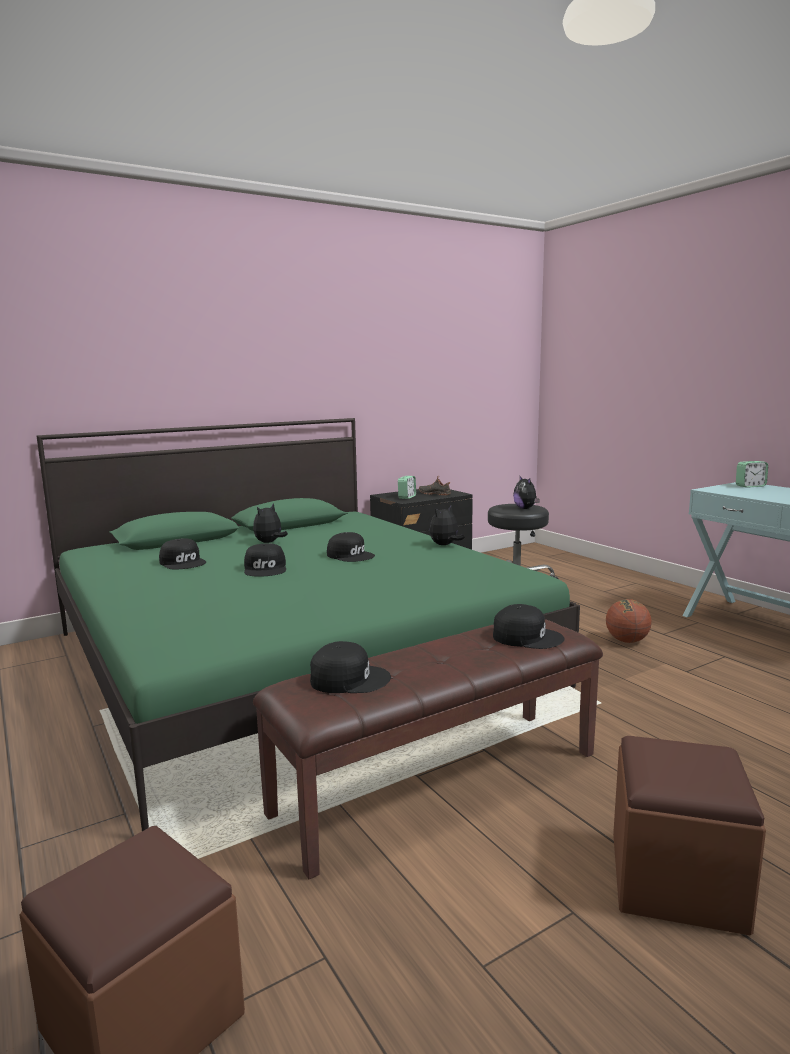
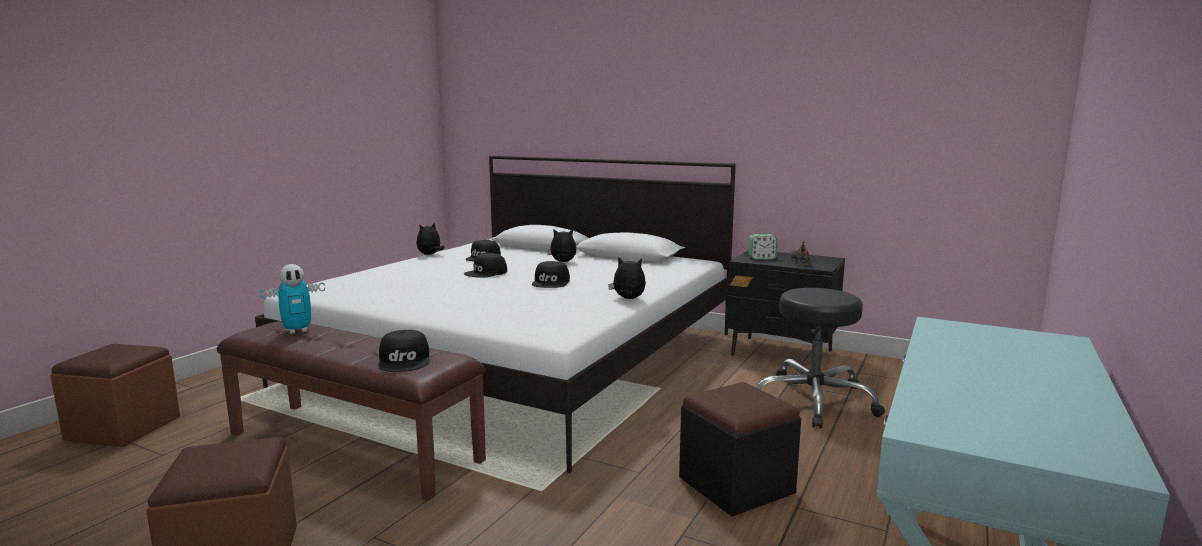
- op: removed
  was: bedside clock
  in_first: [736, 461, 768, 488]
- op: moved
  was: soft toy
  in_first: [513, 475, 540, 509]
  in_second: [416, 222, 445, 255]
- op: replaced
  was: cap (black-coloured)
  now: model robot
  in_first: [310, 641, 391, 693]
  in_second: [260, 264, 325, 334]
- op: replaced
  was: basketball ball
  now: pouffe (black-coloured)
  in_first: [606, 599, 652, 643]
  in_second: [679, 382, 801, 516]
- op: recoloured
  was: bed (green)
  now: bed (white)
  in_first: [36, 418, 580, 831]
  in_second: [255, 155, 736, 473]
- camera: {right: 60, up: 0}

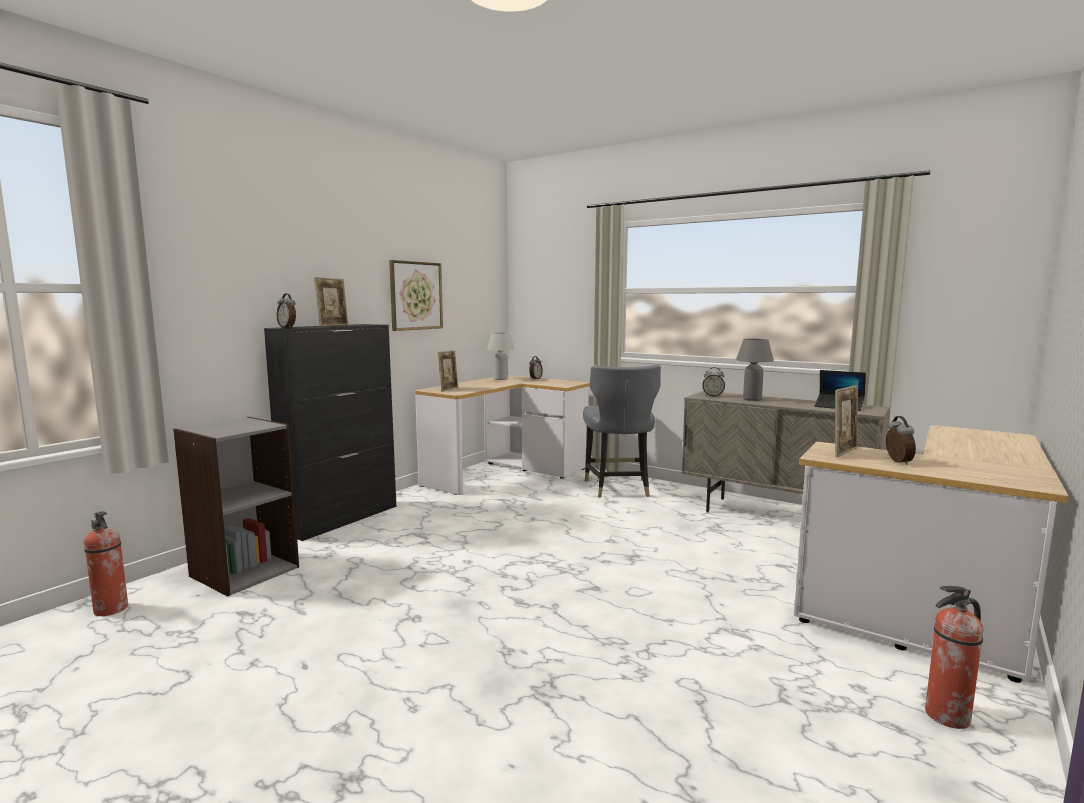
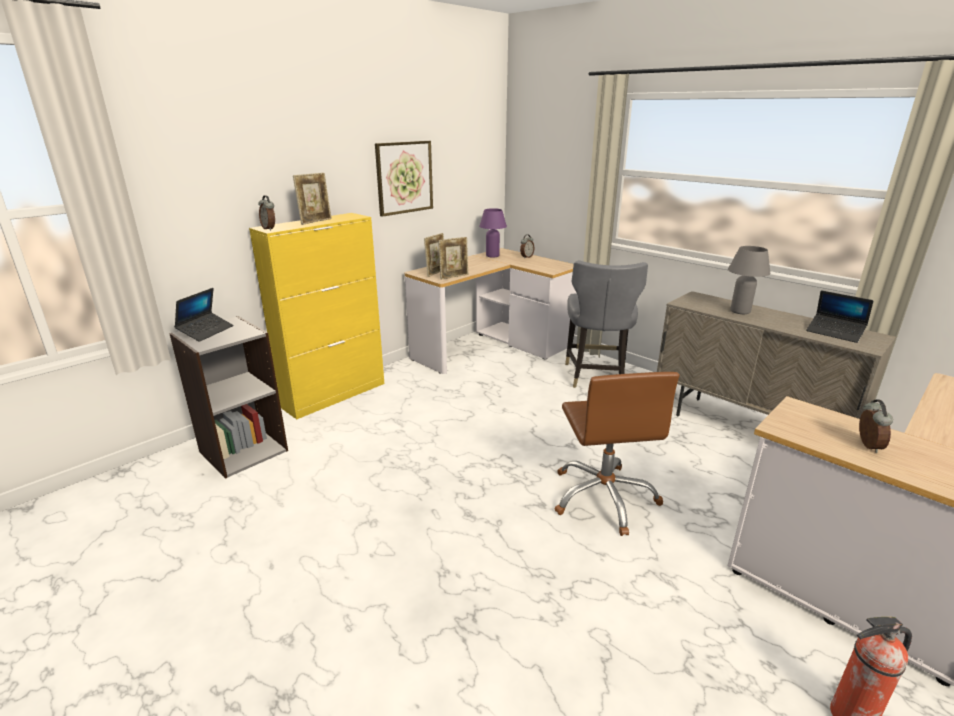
- op: removed
  was: extinguisher
  in_first: [84, 511, 128, 616]
- op: removed
  was: bedside clock
  in_first: [702, 367, 725, 397]
- op: added
  now: laptop
  in_second: [174, 288, 234, 342]
- op: added
  now: computer chair (brown)
  in_second: [555, 372, 679, 536]
- op: moved
  was: standing frame
  in_first: [835, 386, 858, 457]
  in_second: [438, 237, 468, 280]
- op: recoloured
  was: cupboard (black-coloured)
  now: cupboard (yellow-coloured)
  in_first: [264, 324, 396, 541]
  in_second: [249, 213, 384, 419]
- op: recoloured
  was: lamp for a table (white)
  now: lamp for a table (purple-coloured)
  in_first: [487, 333, 514, 380]
  in_second: [479, 208, 507, 258]
- camera: {right: 10, up: 15}

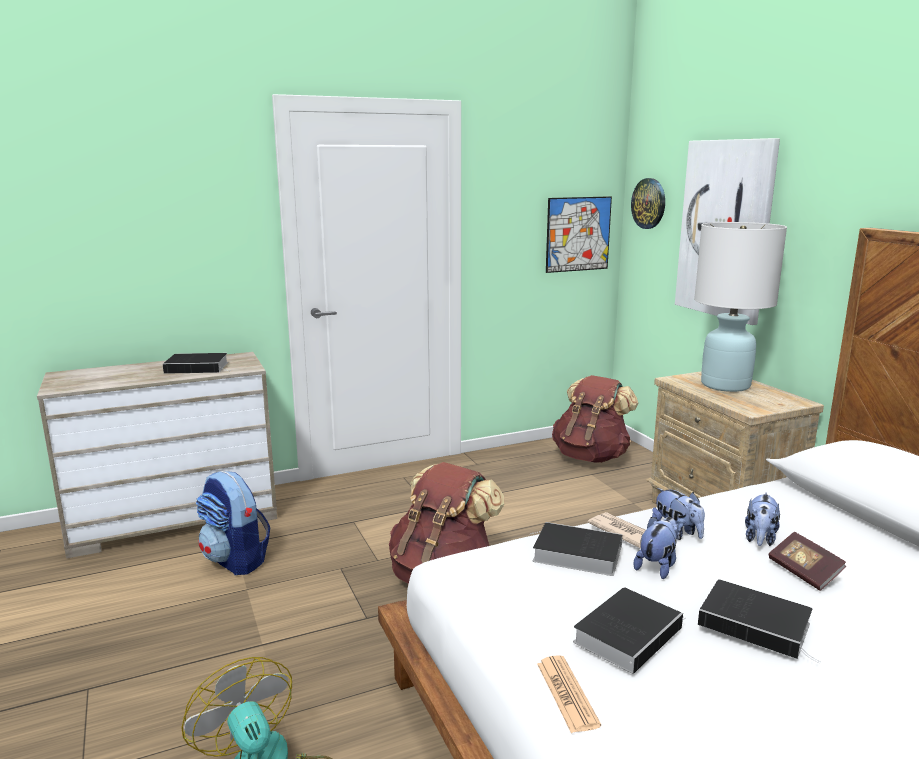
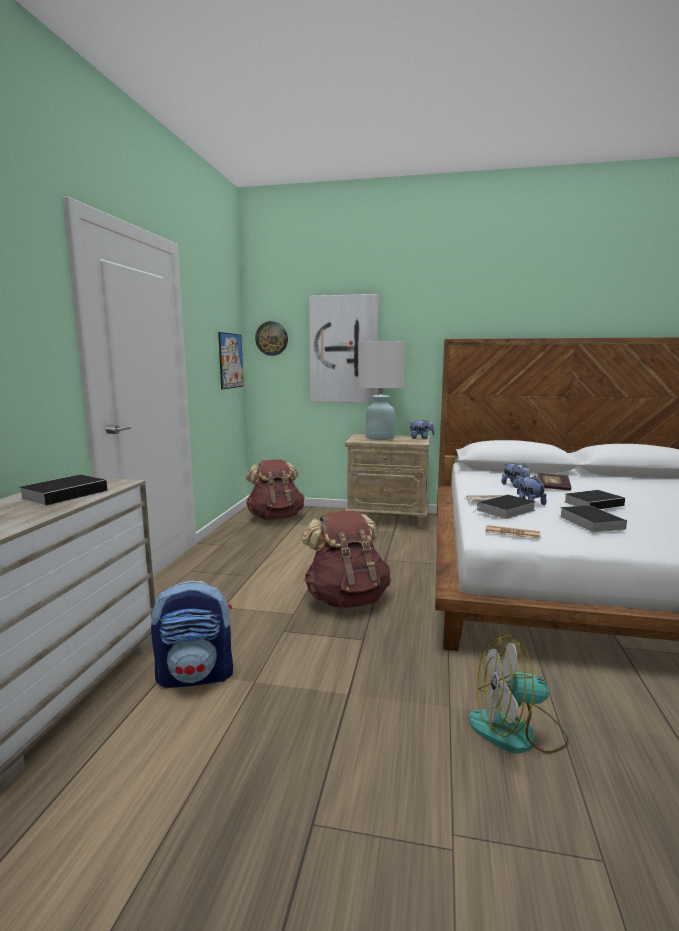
- op: moved
  was: daily paper
  in_first: [537, 655, 601, 733]
  in_second: [485, 525, 540, 539]
- op: moved
  was: soft toy
  in_first: [652, 488, 705, 540]
  in_second: [410, 420, 435, 439]
- camera: {right: -55, up: -5}

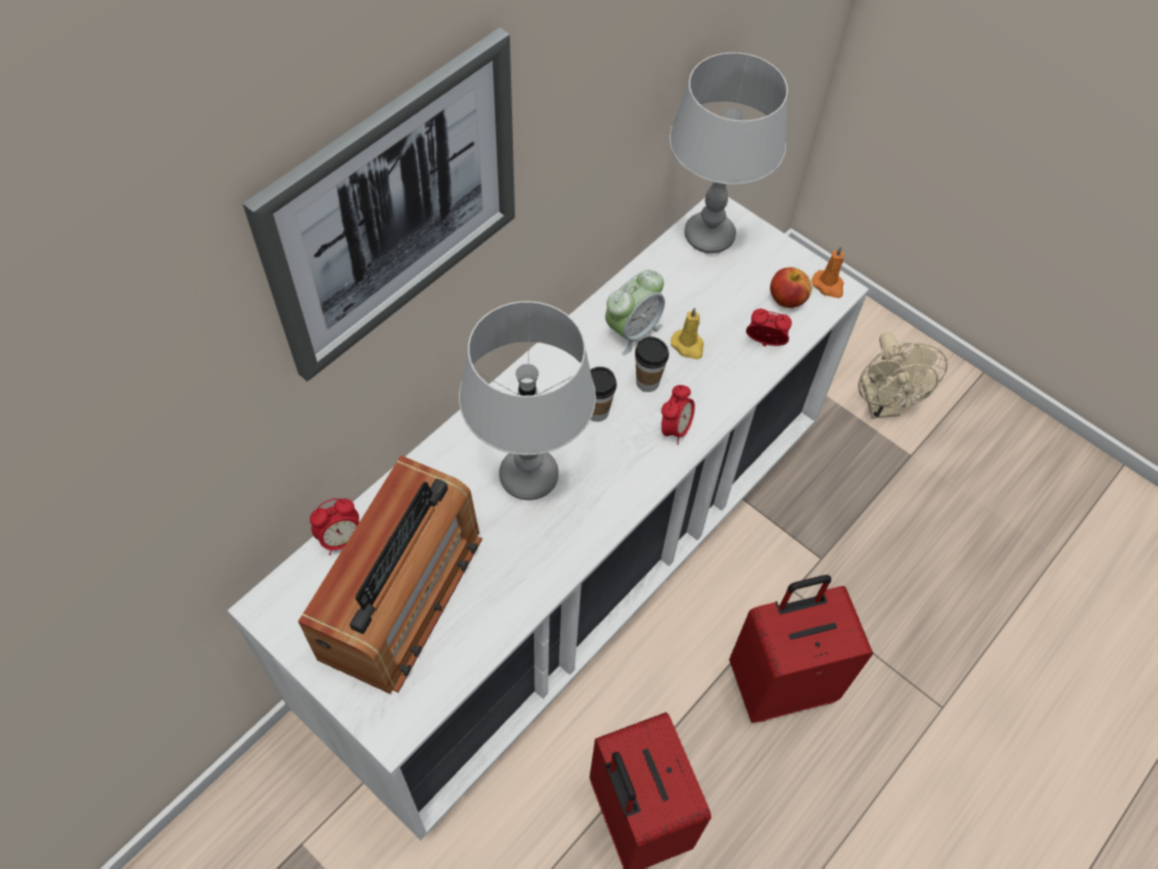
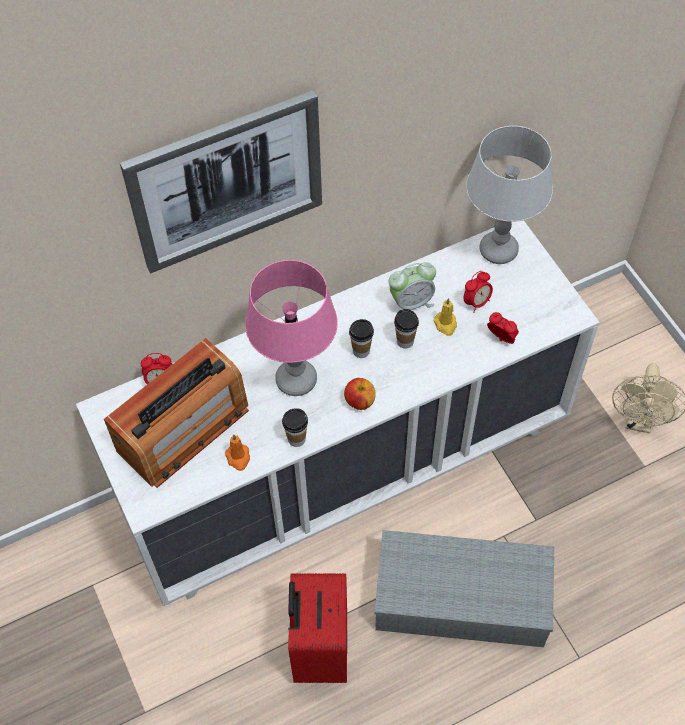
- op: added
  now: drinking cup
  in_second: [282, 408, 308, 447]
- op: moved
  was: bedside clock
  in_first: [661, 385, 695, 445]
  in_second: [464, 271, 493, 313]
- op: moved
  was: apple fruit
  in_first: [770, 267, 812, 308]
  in_second: [344, 378, 376, 410]
- op: moved
  was: wax light (orange-coloured)
  in_first: [812, 246, 844, 298]
  in_second: [225, 435, 250, 471]
- op: replaced
  was: piece of luggage (red-coloured)
  now: storage container (gray)
  in_first: [729, 575, 873, 723]
  in_second: [375, 530, 554, 647]
- op: recoloured
  was: lamp for a table (gray)
  now: lamp for a table (pinkish)
  in_first: [459, 301, 596, 500]
  in_second: [245, 260, 338, 396]
- camera: {right: 25, up: 0}

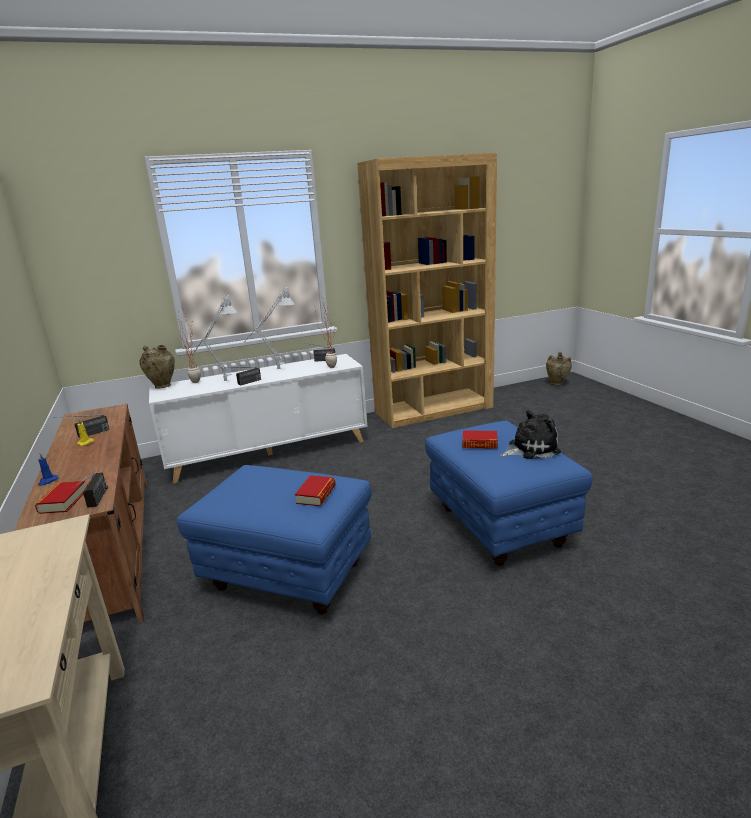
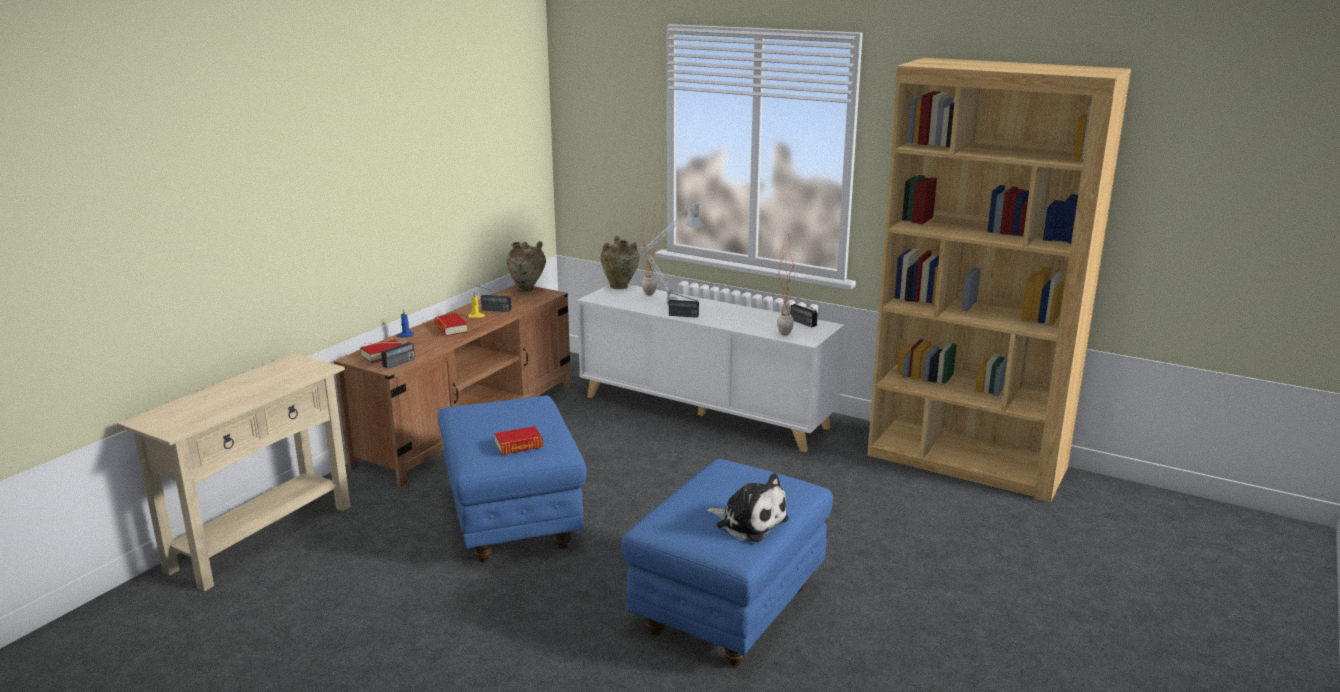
- op: removed
  was: lamp for a table (gray)
  in_first: [245, 287, 295, 369]
- op: moved
  was: bound book
  in_first: [462, 430, 498, 449]
  in_second: [434, 313, 468, 336]
- op: moved
  was: flower vase (beige-coloured)
  in_first: [546, 352, 572, 385]
  in_second: [507, 241, 546, 292]
- camera: {right: 50, up: 0}

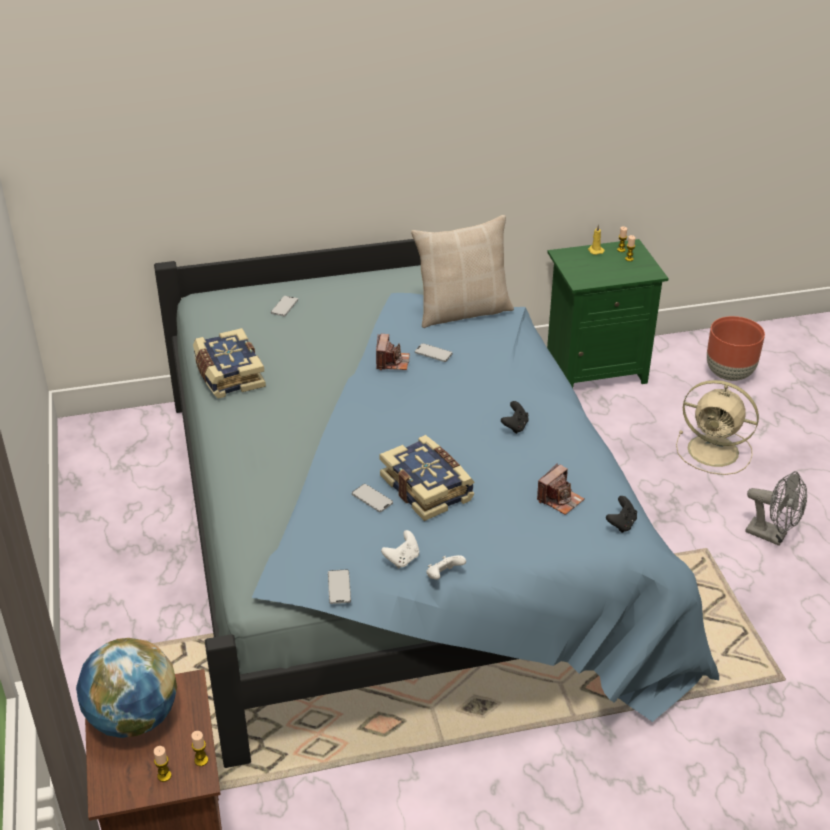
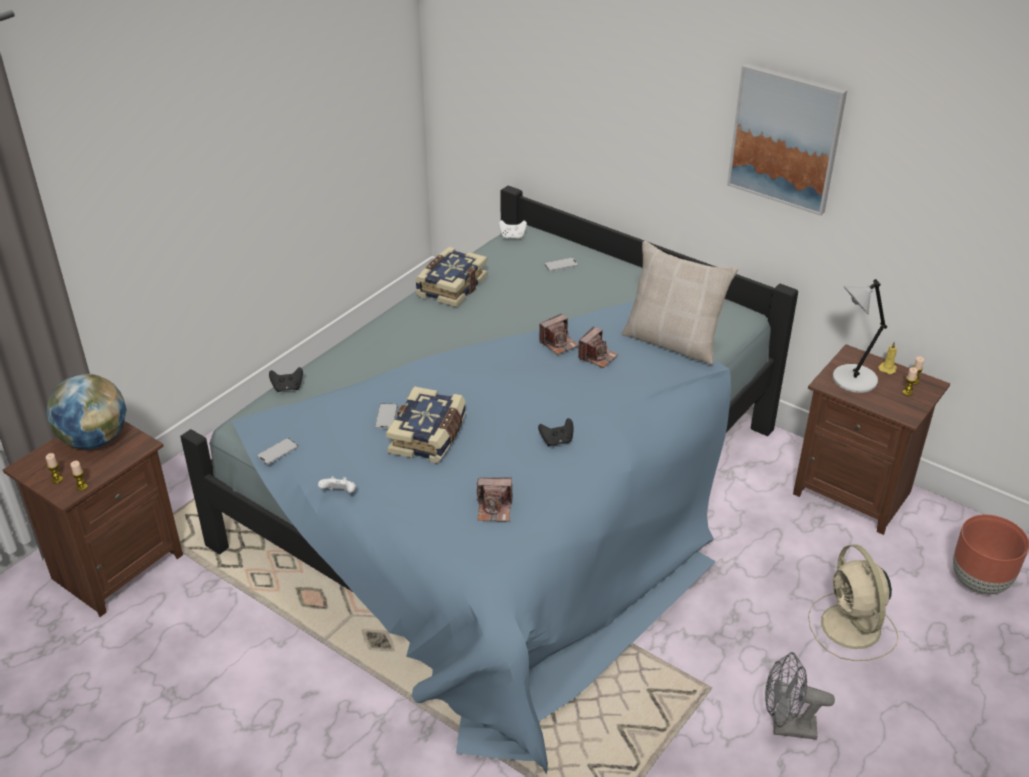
- op: added
  now: picture
  in_second: [727, 63, 847, 216]
- op: added
  now: lamp for a table (gray)
  in_second: [833, 279, 887, 393]
- op: moved
  was: game controller (white)
  in_first: [381, 530, 419, 568]
  in_second: [499, 220, 527, 239]
- op: moved
  was: game controller (black-coloured)
  in_first: [606, 496, 637, 533]
  in_second: [269, 367, 303, 392]
- op: replaced
  was: telephone
  now: photo camera
  in_first: [415, 343, 453, 362]
  in_second: [578, 326, 618, 368]
- op: recoloured
  was: bedside table (green)
  now: bedside table (brown)
  in_first: [547, 239, 668, 388]
  in_second: [793, 344, 950, 535]
- op: turned
  was: electric fan (gray)
  in_first: [745, 471, 807, 546]
  in_second: [765, 652, 835, 740]
  clockwise: 105
- camera: {right: 50, up: 0}

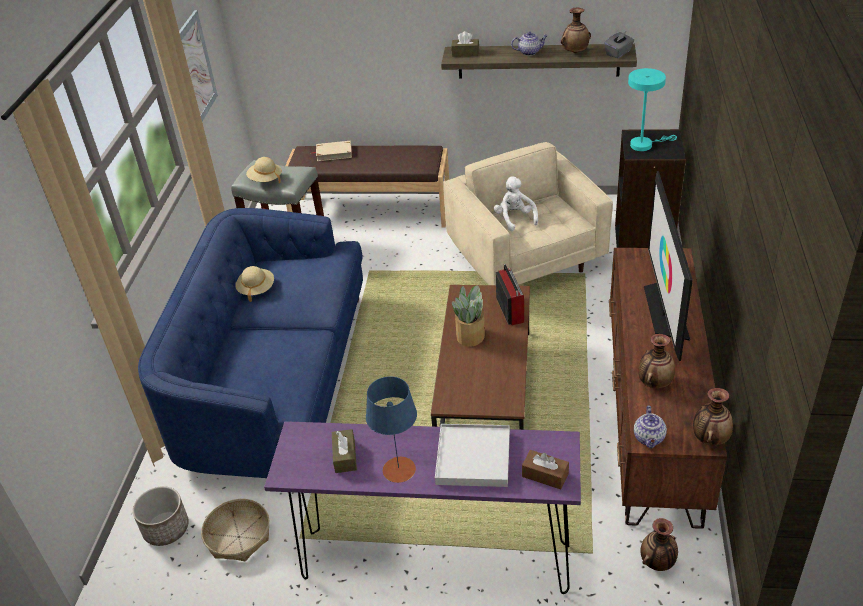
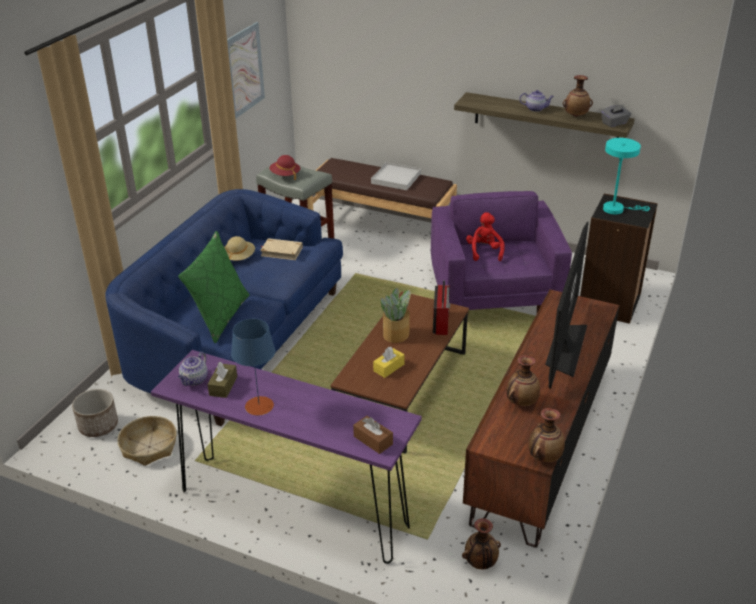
- op: removed
  was: box of tissues (brown)
  in_first: [451, 31, 479, 57]
- op: added
  now: pillow (green)
  in_second: [178, 231, 250, 343]
- op: added
  now: box of tissues (yellow-coloured)
  in_second: [373, 347, 405, 378]
- op: moved
  was: bound book (beige-coloured)
  in_first: [311, 141, 352, 161]
  in_second: [260, 238, 303, 260]
- op: moved
  was: tray (white)
  in_first: [435, 424, 510, 487]
  in_second: [371, 162, 421, 190]
- op: moved
  was: teapot
  in_first: [634, 406, 667, 448]
  in_second: [178, 352, 208, 386]
- op: recoloured
  was: hat (beige-coloured)
  now: hat (red-coloured)
  in_first: [246, 157, 282, 183]
  in_second: [269, 155, 300, 180]
- op: recoloured
  was: easy chair (beige-coloured)
  now: easy chair (purple-coloured)
  in_first: [443, 142, 613, 285]
  in_second: [431, 191, 572, 318]
- op: recoloured
  was: soft toy (white)
  now: soft toy (red-coloured)
  in_first: [494, 176, 538, 231]
  in_second: [466, 212, 505, 261]
- camera: {right: 15, up: -5}

